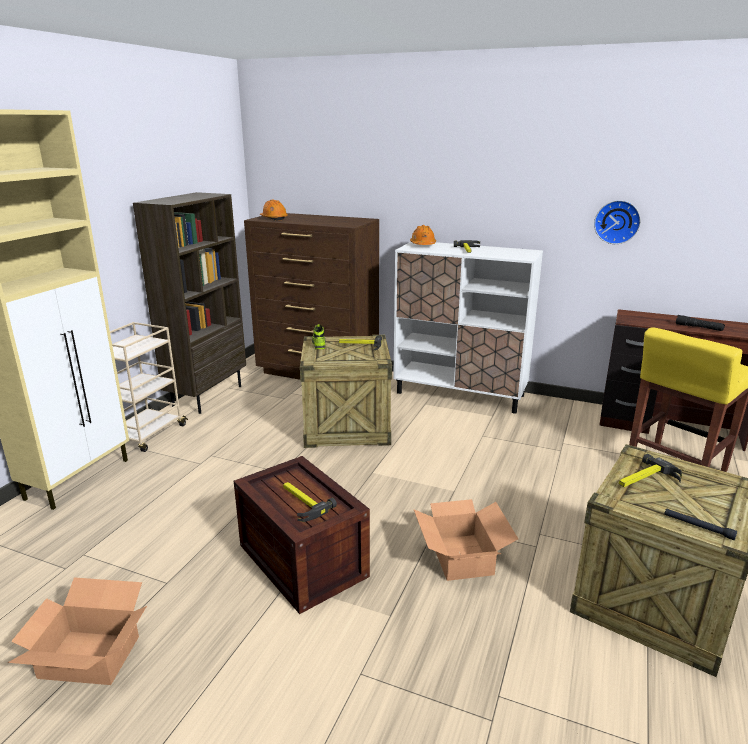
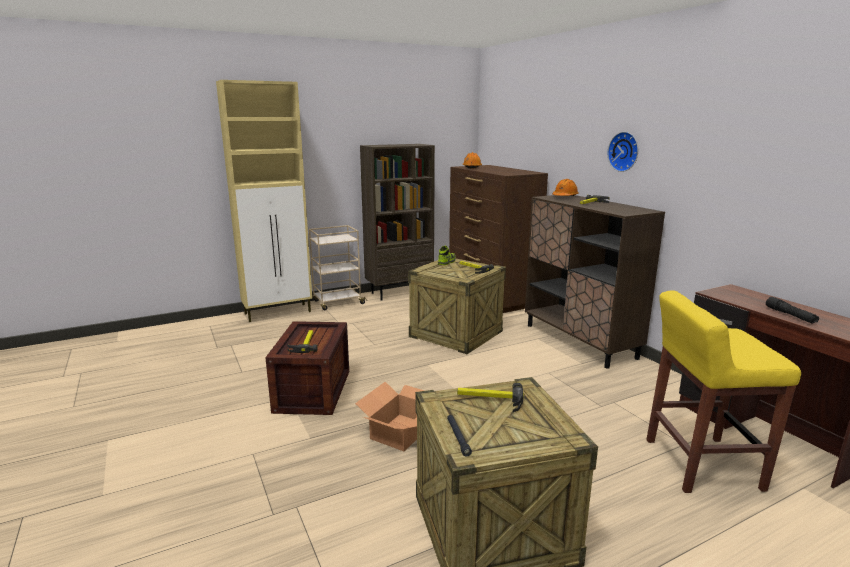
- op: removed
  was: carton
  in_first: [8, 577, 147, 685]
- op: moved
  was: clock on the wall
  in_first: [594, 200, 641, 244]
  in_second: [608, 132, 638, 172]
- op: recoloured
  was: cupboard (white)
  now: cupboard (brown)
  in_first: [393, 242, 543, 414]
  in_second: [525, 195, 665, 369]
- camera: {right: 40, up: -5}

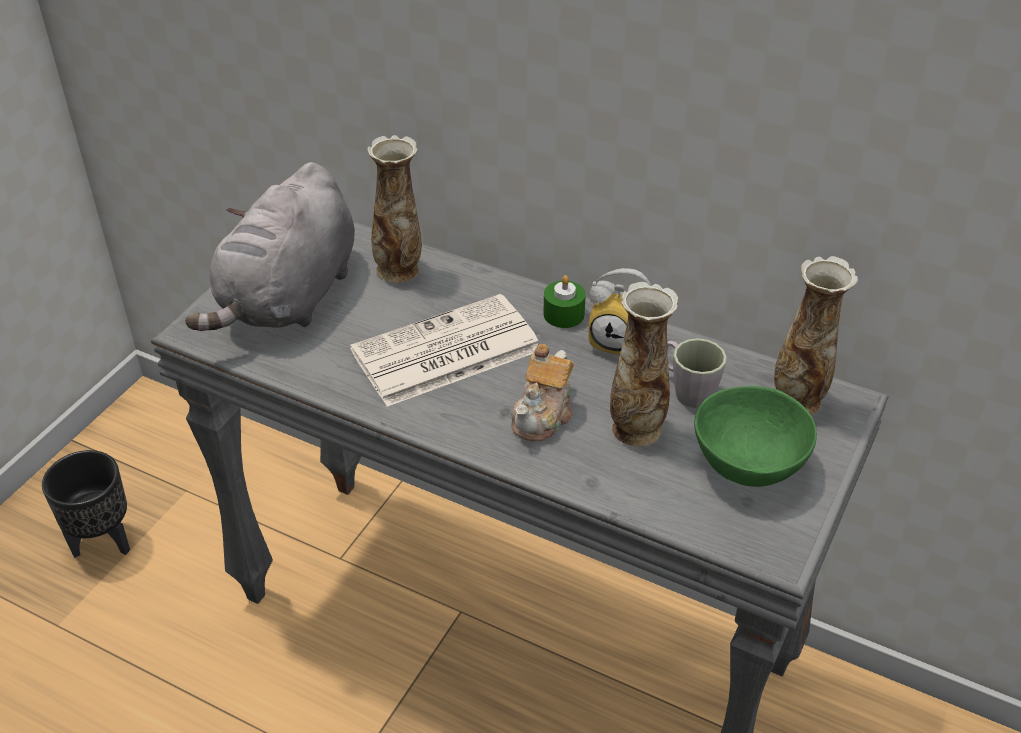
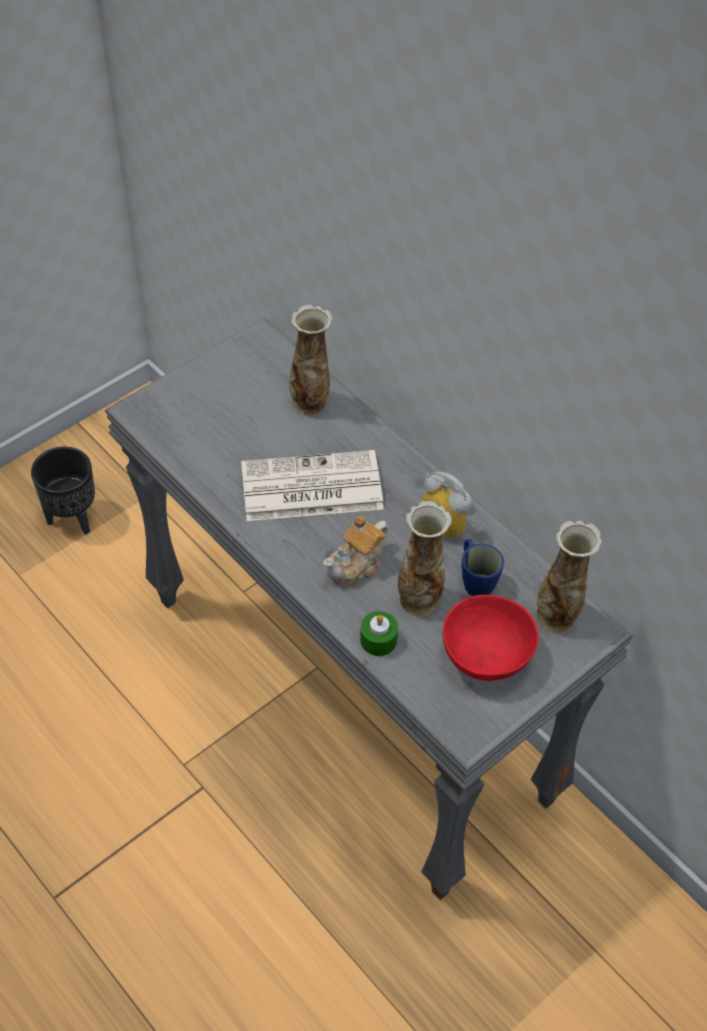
- op: removed
  was: soft toy (gray)
  in_first: [185, 162, 355, 331]
- op: moved
  was: wax light (green)
  in_first: [543, 275, 586, 328]
  in_second: [360, 611, 398, 656]
- op: recoloured
  was: tea mug (gray)
  now: tea mug (bluish)
  in_first: [667, 338, 727, 408]
  in_second: [461, 539, 504, 596]
- op: recoloured
  was: deep dish (green)
  now: deep dish (red-coloured)
  in_first: [694, 386, 817, 487]
  in_second: [442, 595, 539, 681]
- camera: {right: 20, up: 10}

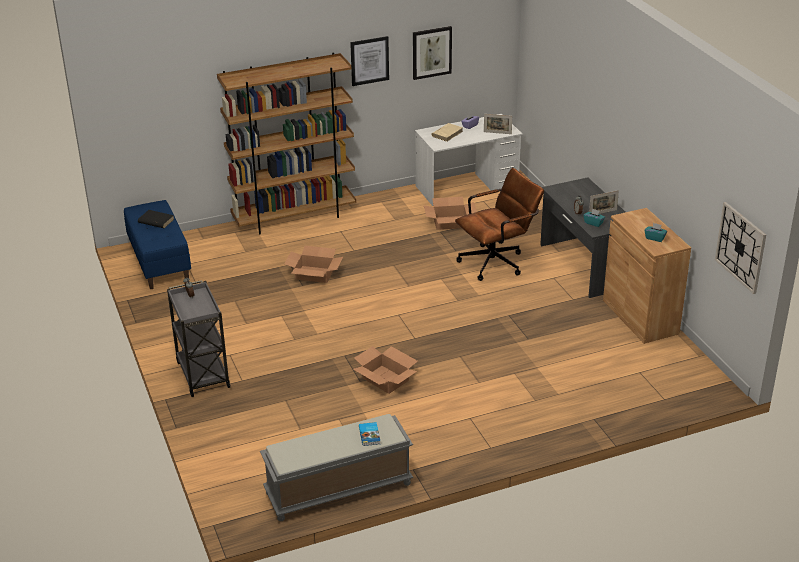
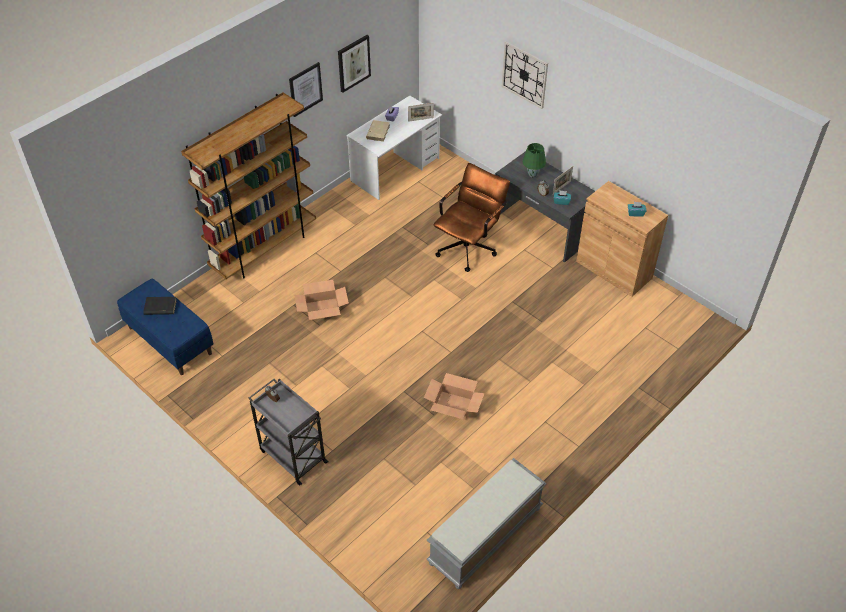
- op: removed
  was: bound book
  in_first: [359, 422, 380, 446]
- op: removed
  was: carton
  in_first: [424, 197, 477, 230]
- op: added
  now: lamp for a table (green)
  in_second: [523, 143, 546, 178]
- op: moved
  was: clock on the wall
  in_first: [715, 202, 766, 294]
  in_second: [502, 41, 548, 109]
- camera: {right: -25, up: 15}

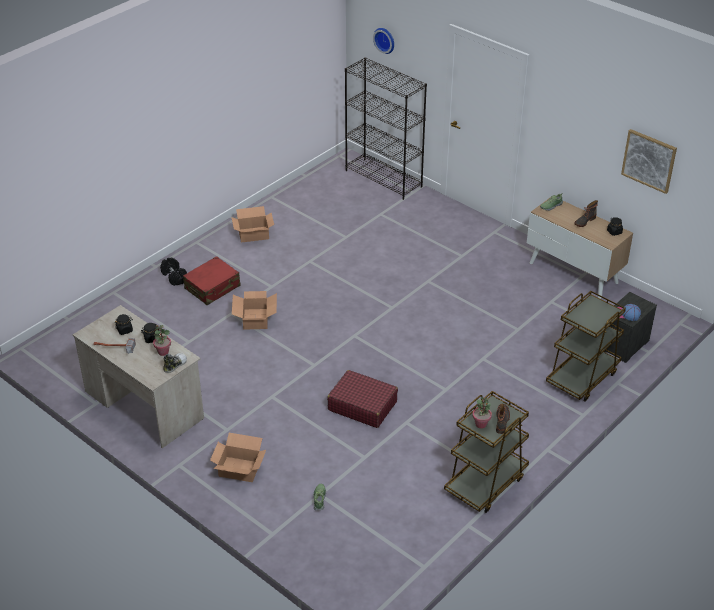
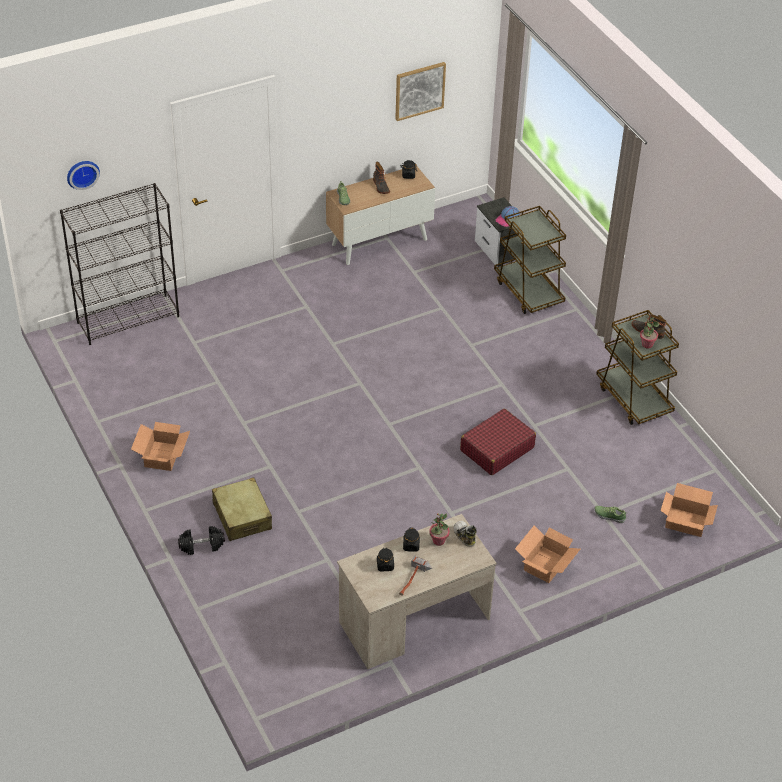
- op: moved
  was: carton
  in_first: [232, 291, 277, 330]
  in_second: [661, 483, 718, 537]
- op: recoloured
  was: piece of luggage (red-coloured)
  now: piece of luggage (beige-coloured)
  in_first: [183, 256, 241, 305]
  in_second: [212, 478, 272, 541]
- camera: {right: -70, up: 5}

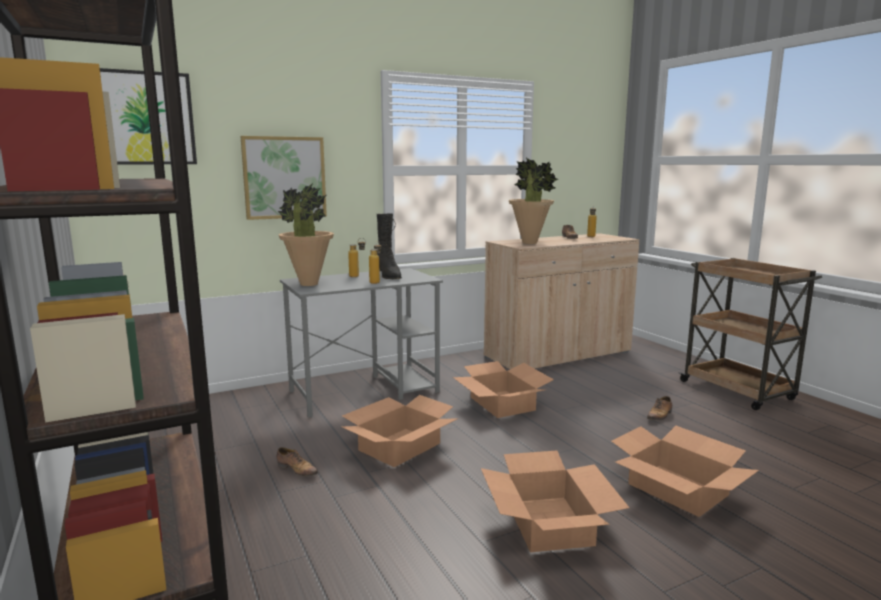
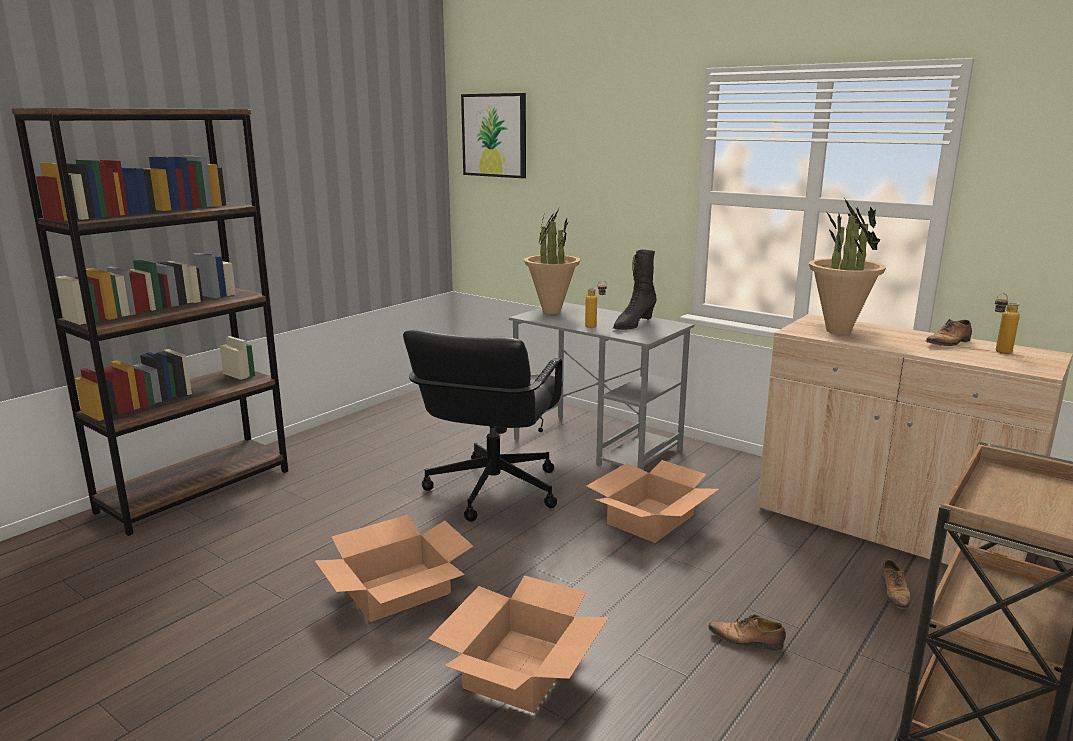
- op: removed
  was: picture
  in_first: [240, 136, 327, 220]
- op: removed
  was: bottle
  in_first: [348, 238, 366, 277]
- op: moved
  was: low shoe
  in_first: [277, 447, 318, 477]
  in_second: [881, 559, 911, 609]
- op: replaced
  was: carton
  now: computer chair (black-coloured)
  in_first: [342, 395, 457, 467]
  in_second: [403, 330, 563, 522]
- camera: {right: 65, up: 5}

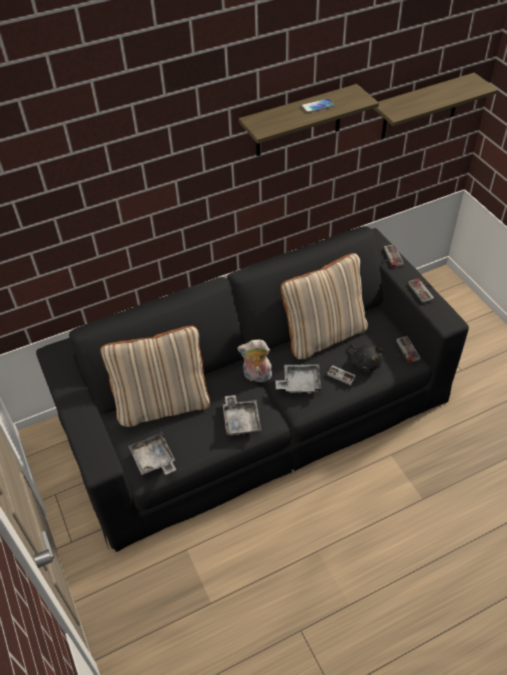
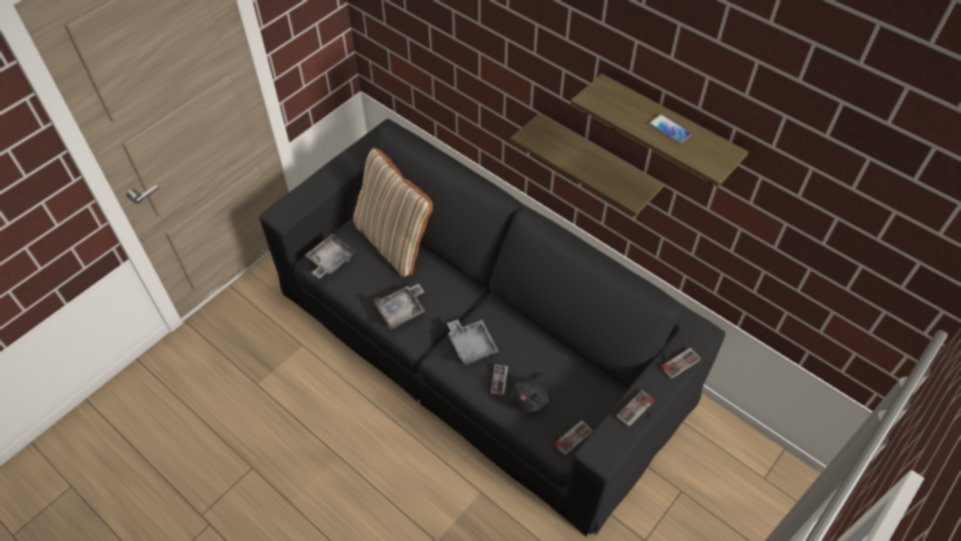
- op: removed
  was: soft toy
  in_first: [237, 340, 272, 382]
- op: removed
  was: pillow (beige-coloured)
  in_first: [280, 253, 368, 359]
- op: moved
  was: bracket shelf
  in_first: [373, 73, 498, 139]
  in_second: [510, 113, 664, 216]
- camera: {right: 65, up: 5}

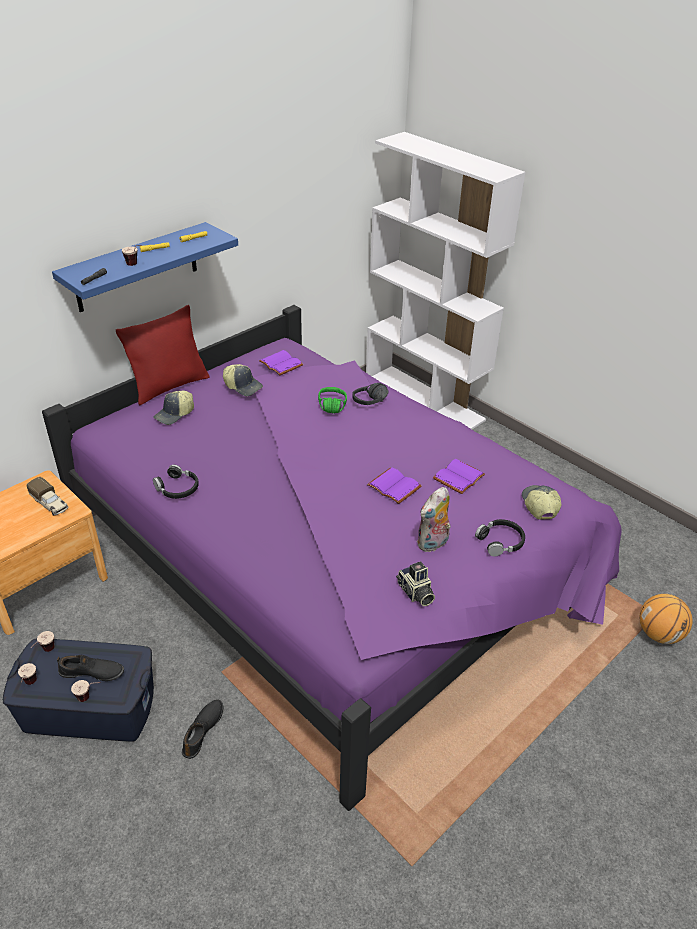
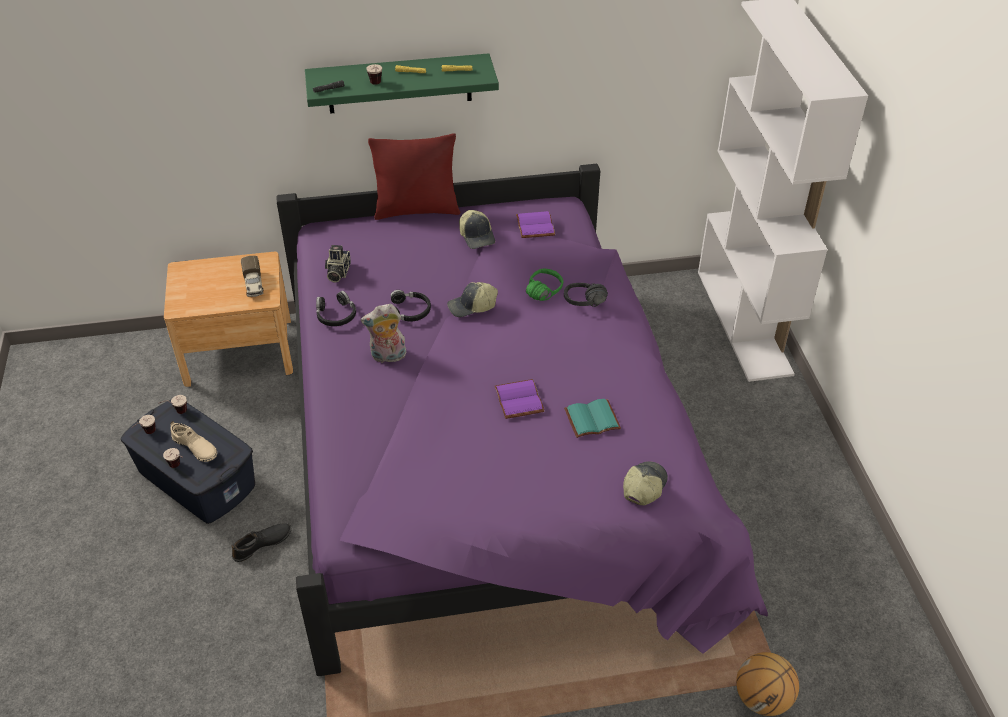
- op: moved
  was: cap
  in_first: [153, 391, 194, 425]
  in_second: [447, 282, 498, 317]
- op: moved
  was: photo camera
  in_first: [396, 561, 435, 606]
  in_second: [325, 245, 351, 282]
- op: moved
  was: soft toy
  in_first: [417, 487, 451, 552]
  in_second: [361, 304, 406, 363]
- op: moved
  was: headphones (black-coloured)
  in_first: [475, 519, 525, 556]
  in_second: [391, 290, 431, 321]
- op: recoloured
  was: bracket shelf (bluish)
  now: bracket shelf (green)
  in_first: [52, 222, 238, 312]
  in_second: [305, 53, 499, 114]
- op: recoloured
  was: low shoe (black-coloured)
  now: low shoe (beige-coloured)
  in_first: [57, 655, 124, 681]
  in_second: [170, 421, 217, 462]
- op: recoloured
  was: bound book (purple-coloured)
  now: bound book (blue-green)
  in_first: [433, 459, 485, 494]
  in_second: [564, 399, 621, 438]
- camera: {right: 35, up: 5}

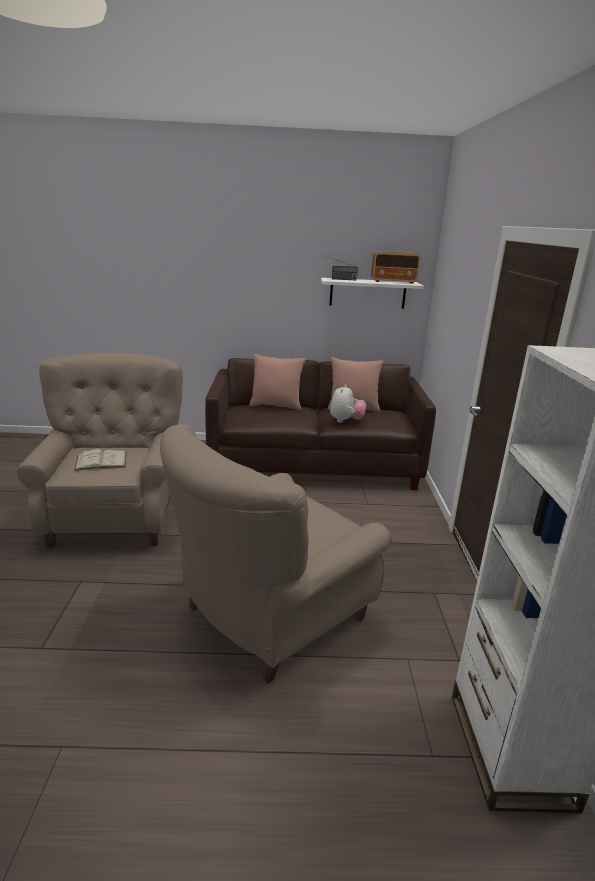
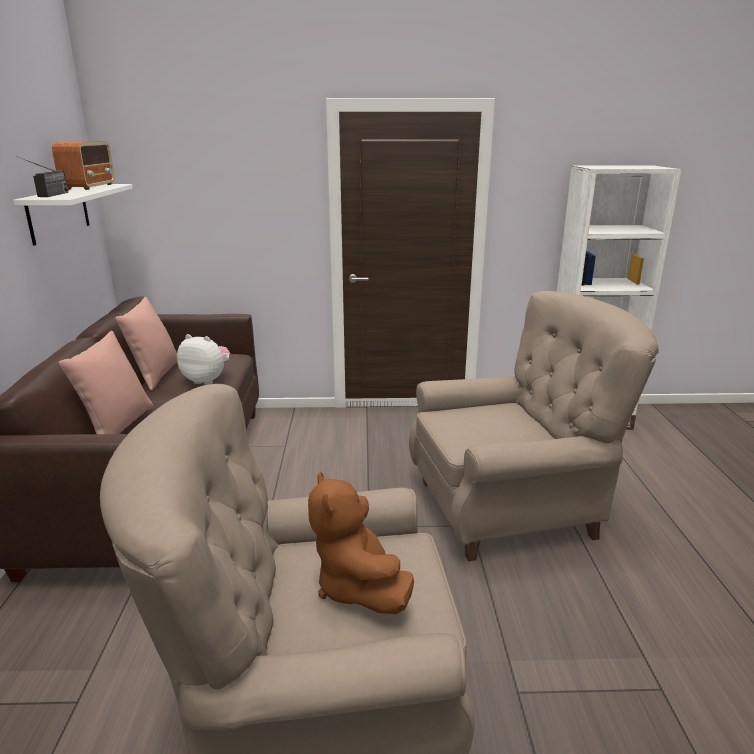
- op: replaced
  was: bound book (white)
  now: soft toy (brown)
  in_first: [74, 449, 127, 471]
  in_second: [308, 471, 414, 614]
- op: turned
  was: easy chair (beige-coloured)
  in_first: [160, 424, 392, 683]
  in_second: [409, 291, 659, 561]
  clockwise: -60
- camera: {right: -90, up: 0}

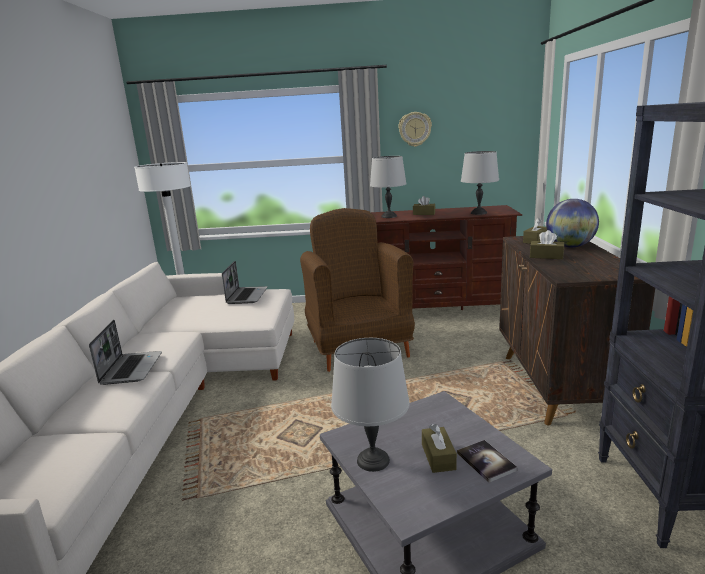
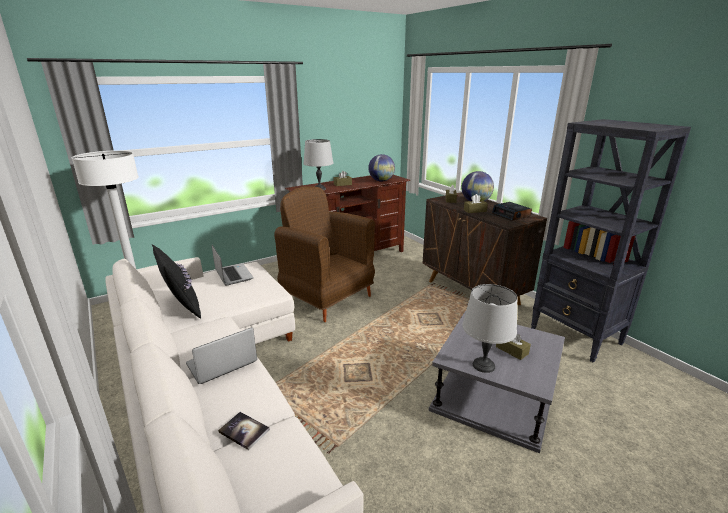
- op: removed
  was: clock on the wall
  in_first: [398, 112, 432, 147]
- op: added
  now: pillow (black-coloured)
  in_second: [152, 244, 201, 318]
- op: added
  now: bedside clock
  in_second: [492, 202, 532, 221]
- op: moved
  was: bound book
  in_first: [457, 440, 518, 483]
  in_second: [218, 412, 270, 450]
- op: replaced
  was: lamp for a table (gray)
  now: world globe
  in_first: [461, 151, 499, 215]
  in_second: [368, 154, 395, 182]
- op: turned
  was: laptop
  in_first: [89, 320, 162, 385]
  in_second: [186, 327, 257, 384]
  clockwise: -90
- camera: {right: -35, up: 5}

